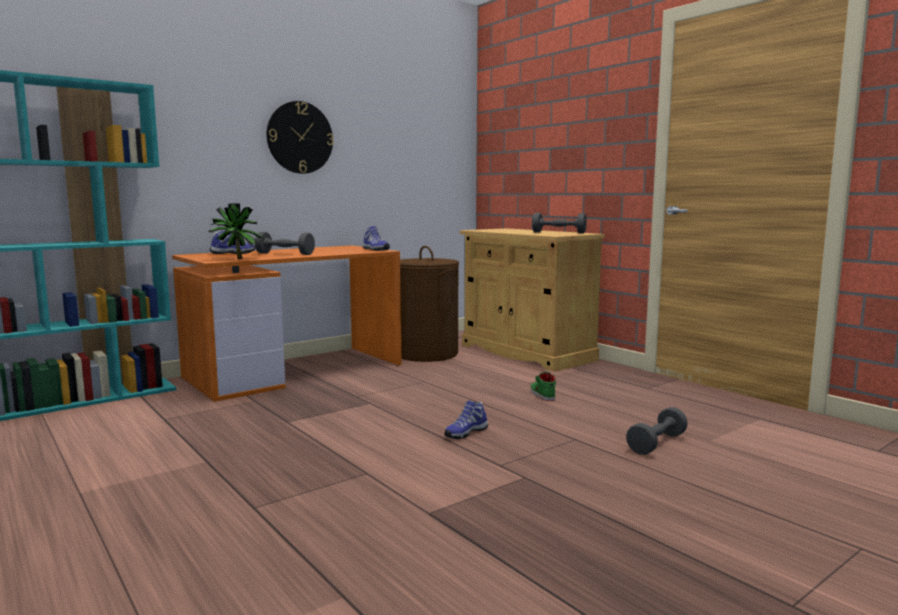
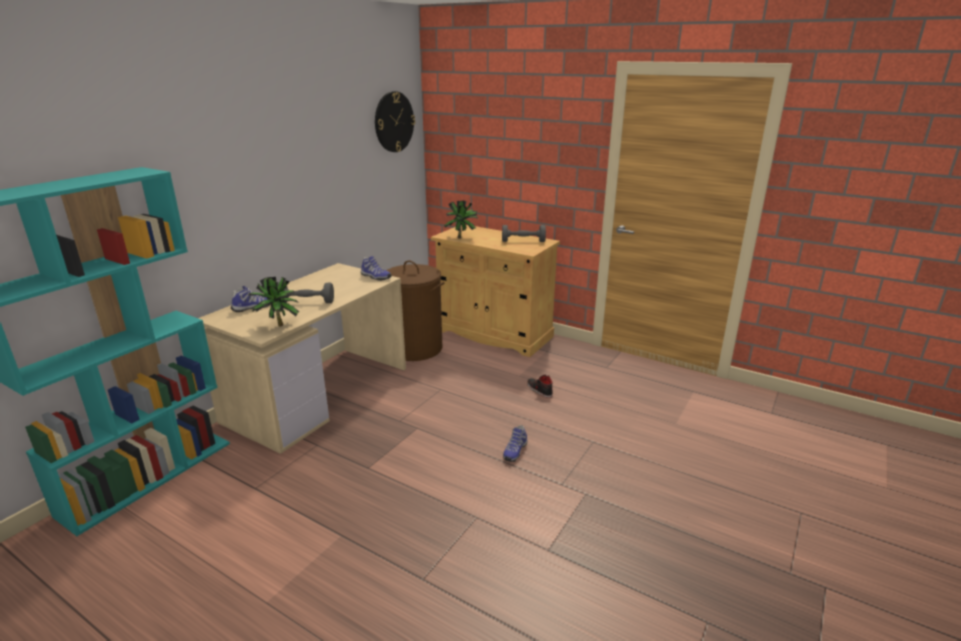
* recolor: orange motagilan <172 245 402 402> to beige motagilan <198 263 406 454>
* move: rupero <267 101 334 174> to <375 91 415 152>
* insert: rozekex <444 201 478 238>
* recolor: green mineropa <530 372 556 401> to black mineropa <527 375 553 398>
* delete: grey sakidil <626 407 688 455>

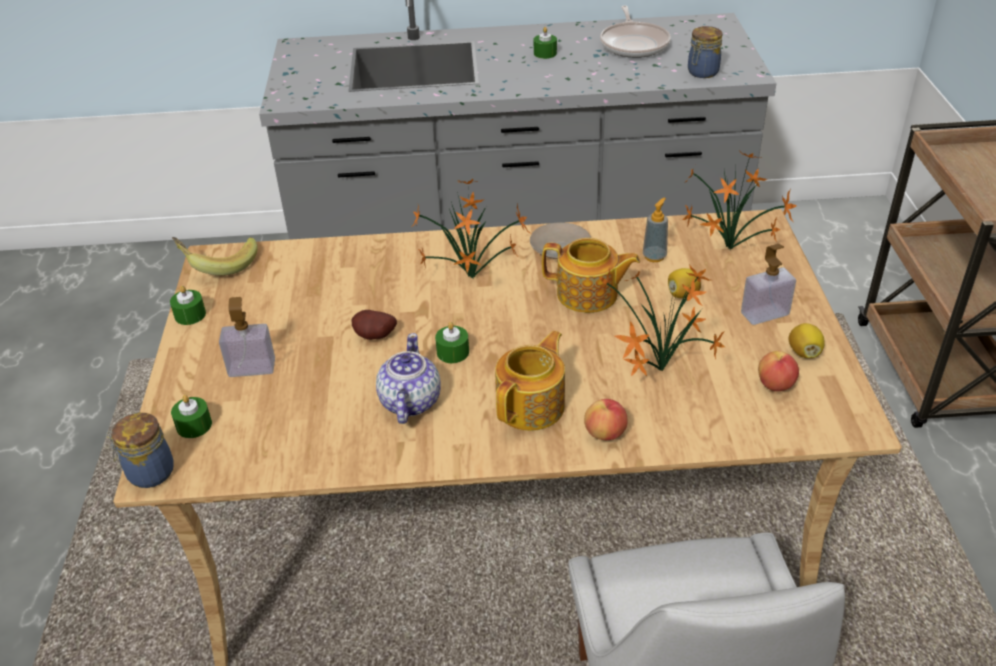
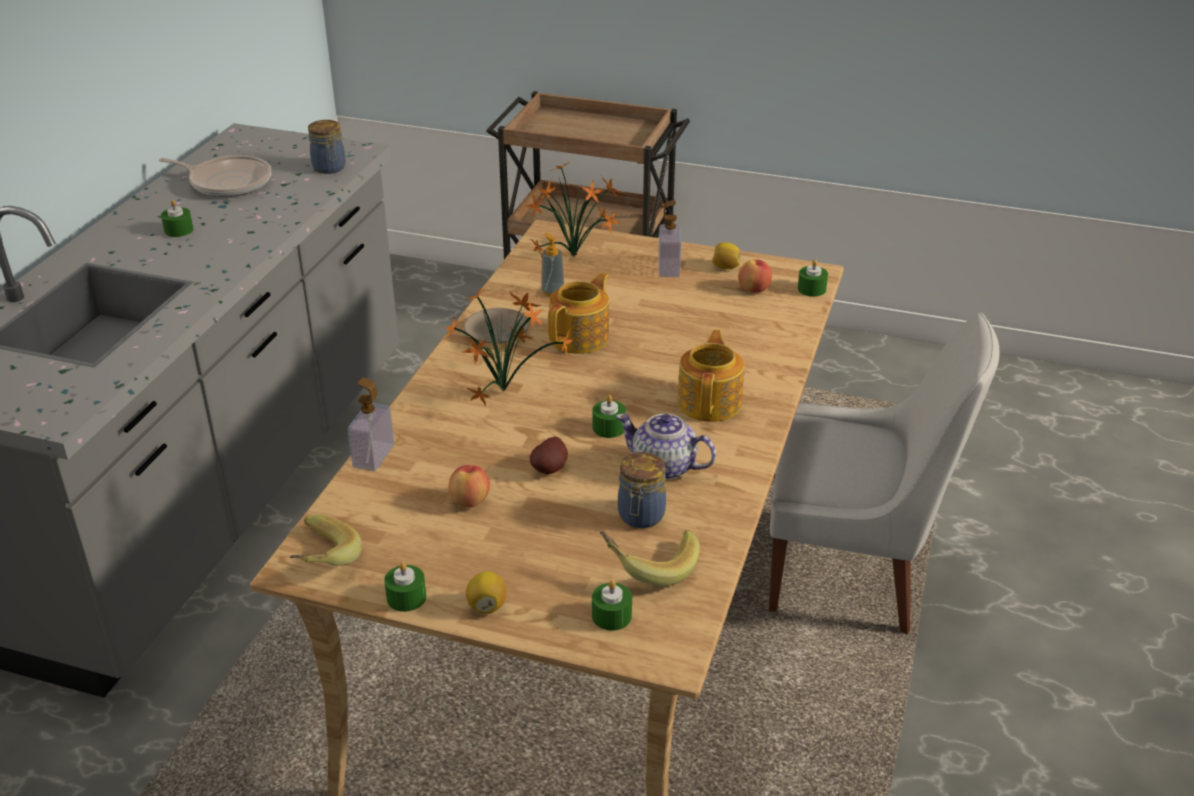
* move: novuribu <219 297 275 377> to <347 377 394 471>
* move: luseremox <584 399 627 440> to <448 465 490 508>
* move: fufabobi <668 268 701 298> to <466 571 506 614>
* insert: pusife <600 530 700 586>
* move: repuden <106 413 174 488> to <618 452 666 528>
* rotate: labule <495 331 565 431> = <677 330 744 422> 45 degrees clockwise
* insert: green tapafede <798 259 828 297>
* delete: rozekex <596 264 725 376>

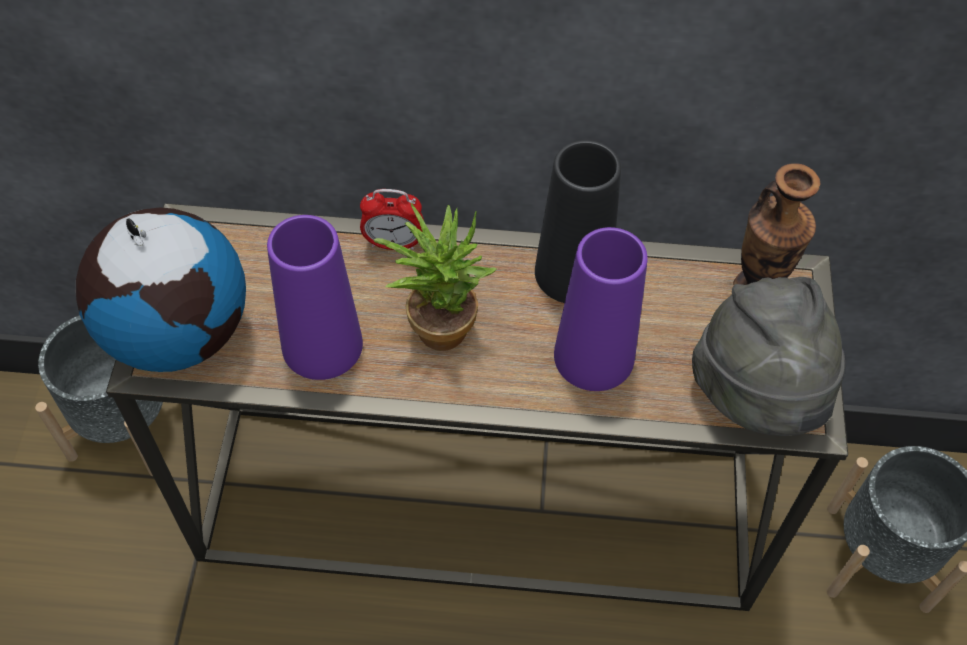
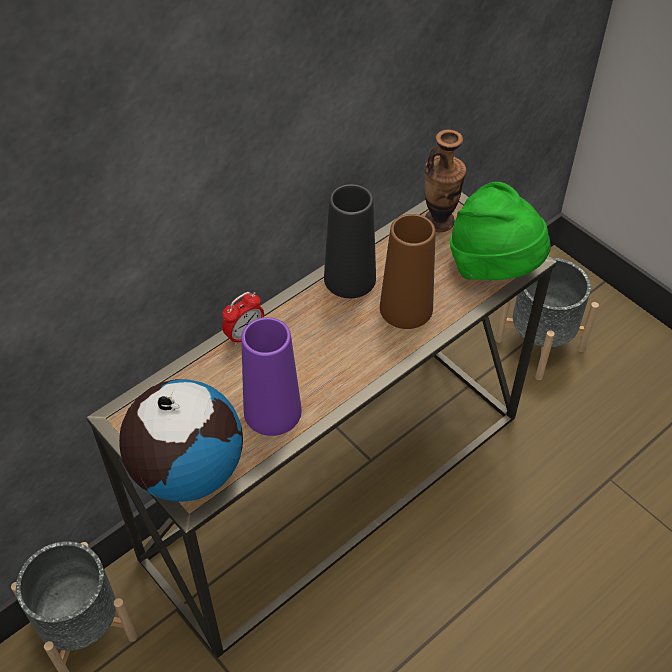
* recolor: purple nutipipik <554 227 648 391> to brown nutipipik <380 214 435 329>
* recolor: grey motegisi <692 277 845 436> to green motegisi <450 182 551 280>
* delete: rozekex <374 203 497 351>

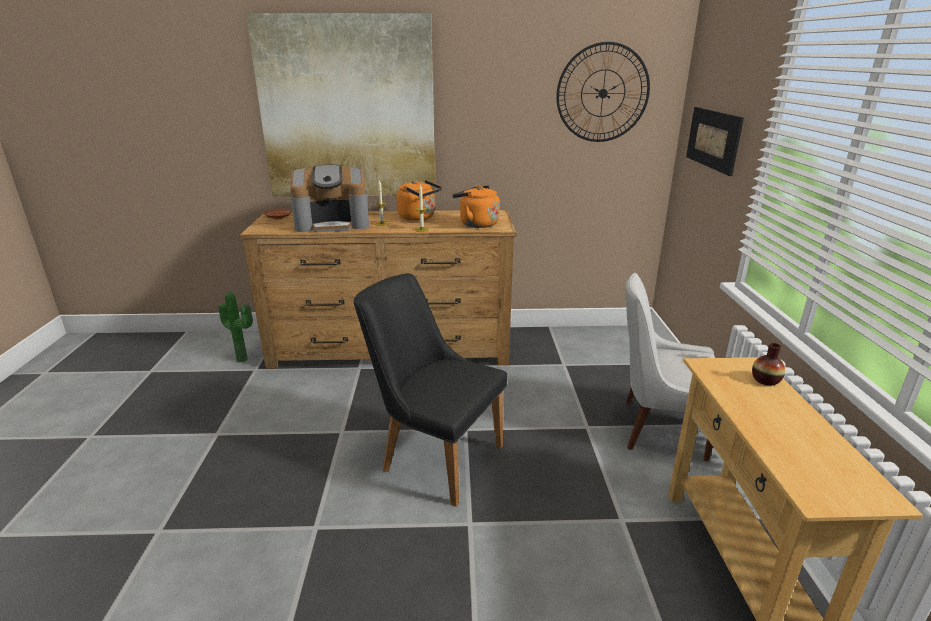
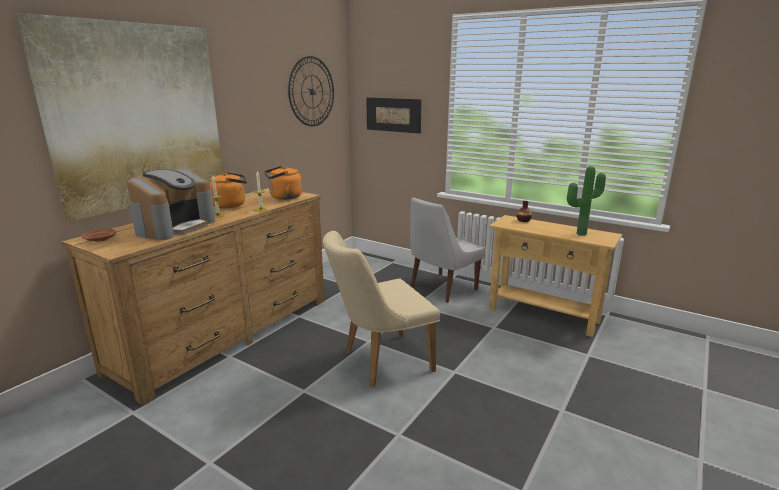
* recolor: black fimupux <354 273 507 507> to beige fimupux <323 231 440 387>
* move: rozekex <219 293 253 362> to <567 166 606 236>

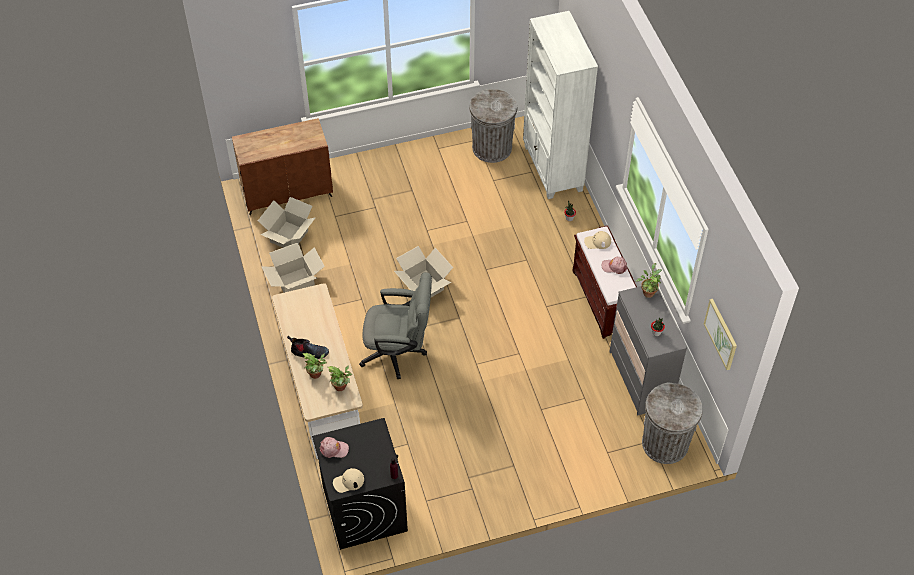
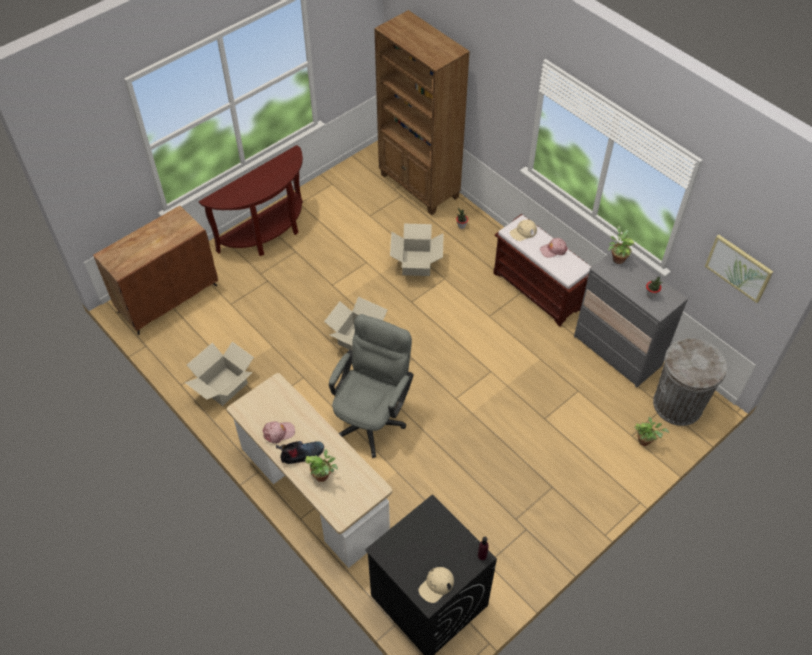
* insert: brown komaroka <199 145 303 256>
* move: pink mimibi <320 437 349 458> to <262 421 295 444>
* rotate: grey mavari <359 272 432 379> = <329 314 414 458> 45 degrees counterclockwise
* recolor: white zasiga <523 11 598 199> to brown zasiga <374 10 470 215>
* move: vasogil <258 197 316 248> to <390 223 444 276>
* move: rozekex <327 365 352 391> to <634 417 669 446>
* delete: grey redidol <469 89 518 163>

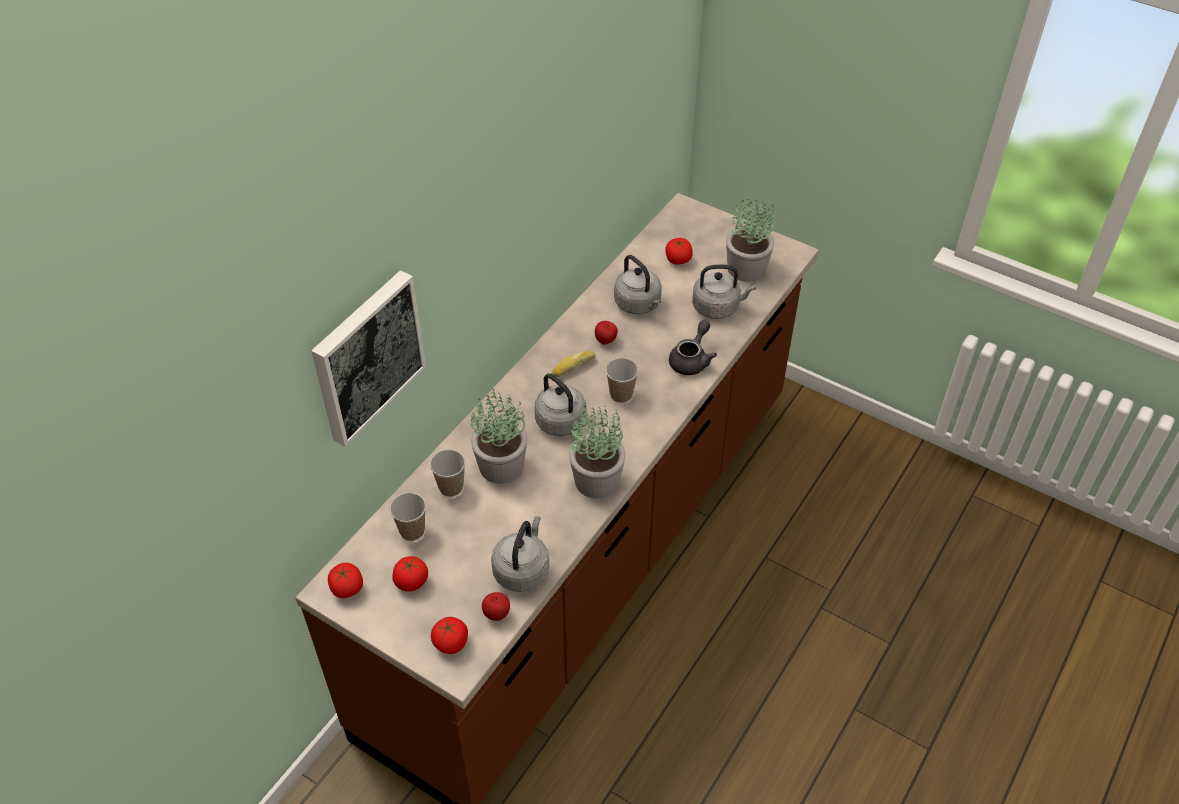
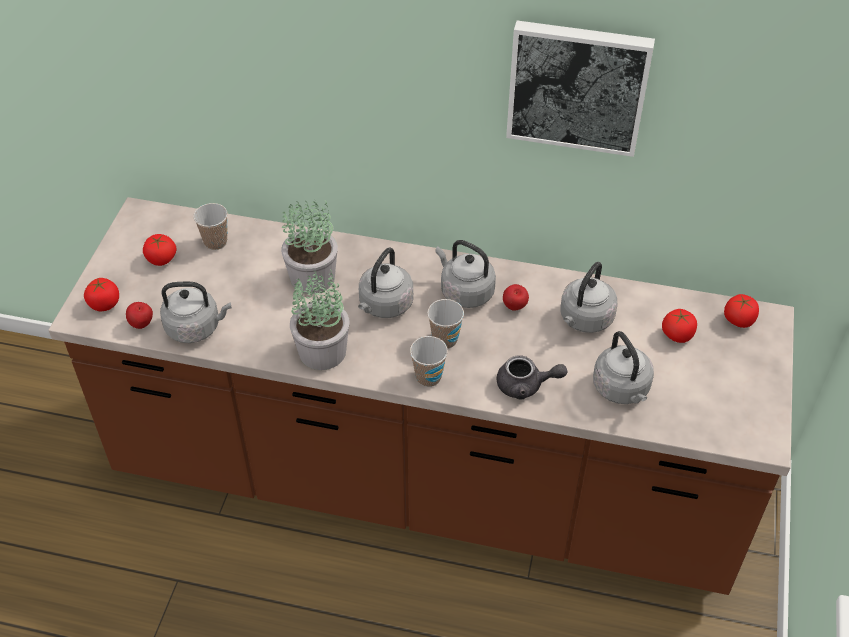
* move: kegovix <430 449 465 497> to <410 336 448 387>
* replace: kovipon <551 351 595 377> to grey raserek <435 240 496 308>
* move: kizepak <311 270 426 447> to <506 21 655 157>
* move: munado <328 563 363 598> to <724 294 759 328>
* delete: rozekex <726 198 774 282>

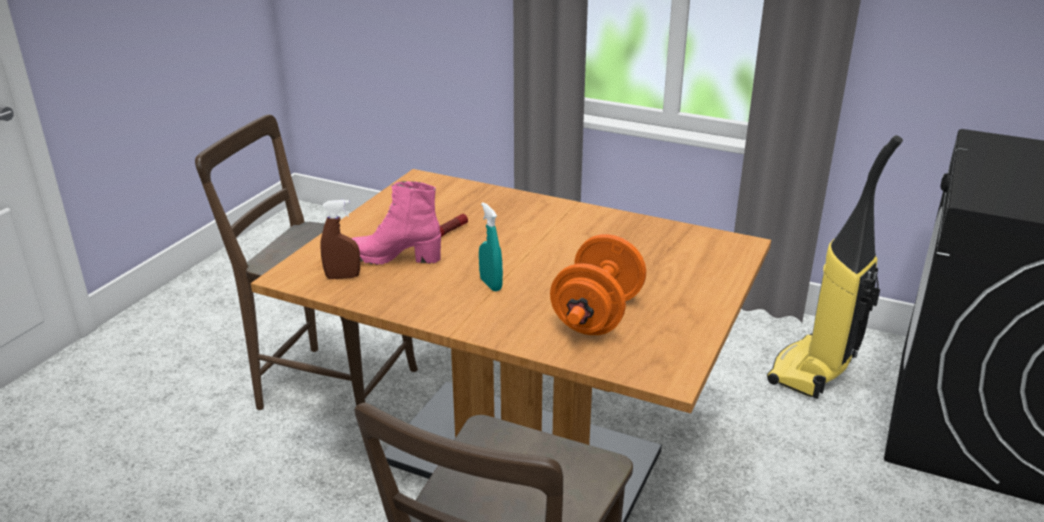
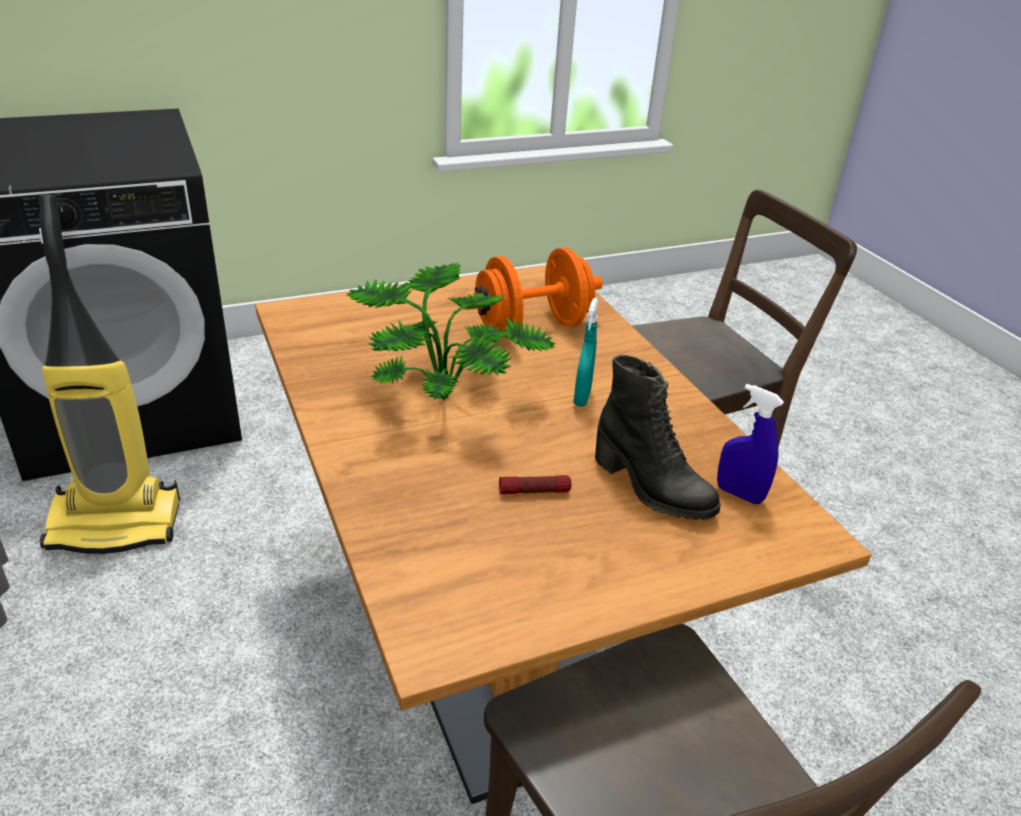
* insert: rozekex <346 262 556 400>
* recolor: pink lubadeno <351 181 441 265> to black lubadeno <595 355 721 520>
* recolor: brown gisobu <320 200 360 279> to blue gisobu <717 384 784 504>

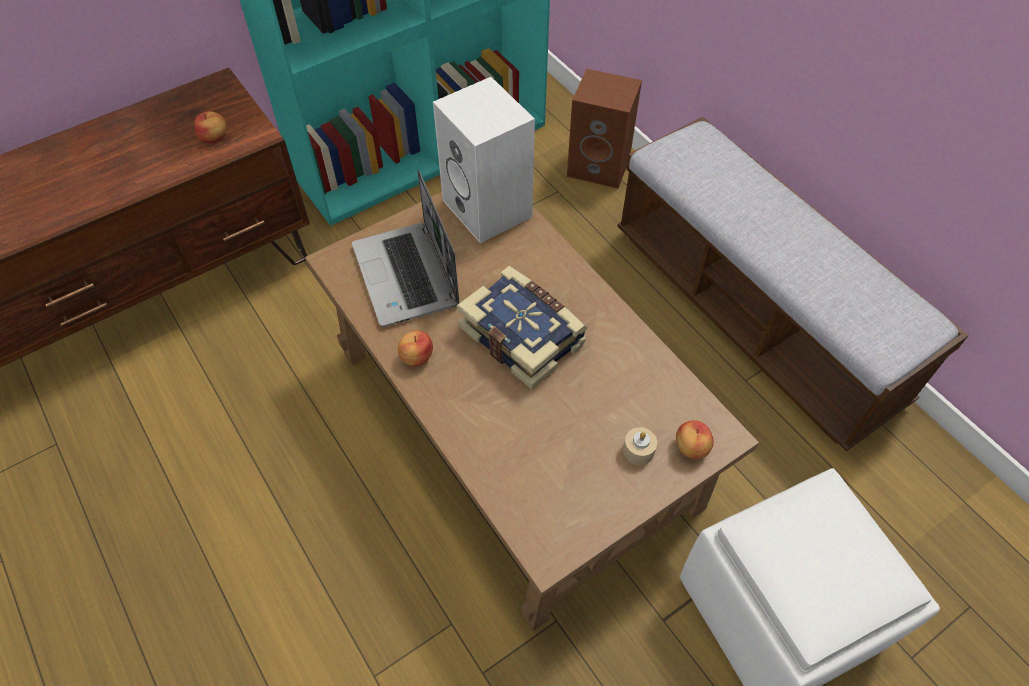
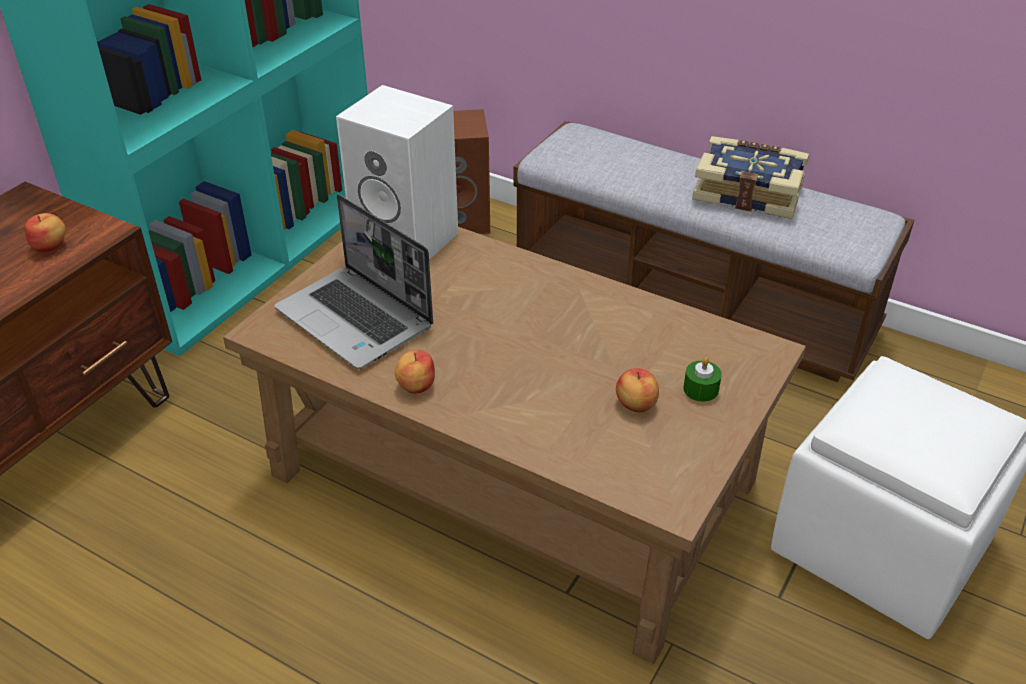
* move: luseremox <676 420 714 459> to <616 368 659 412>
* recolor: beige tapafede <623 427 657 465> to green tapafede <683 357 722 402>
* move: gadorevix <457 266 587 389> to <692 136 809 219>

